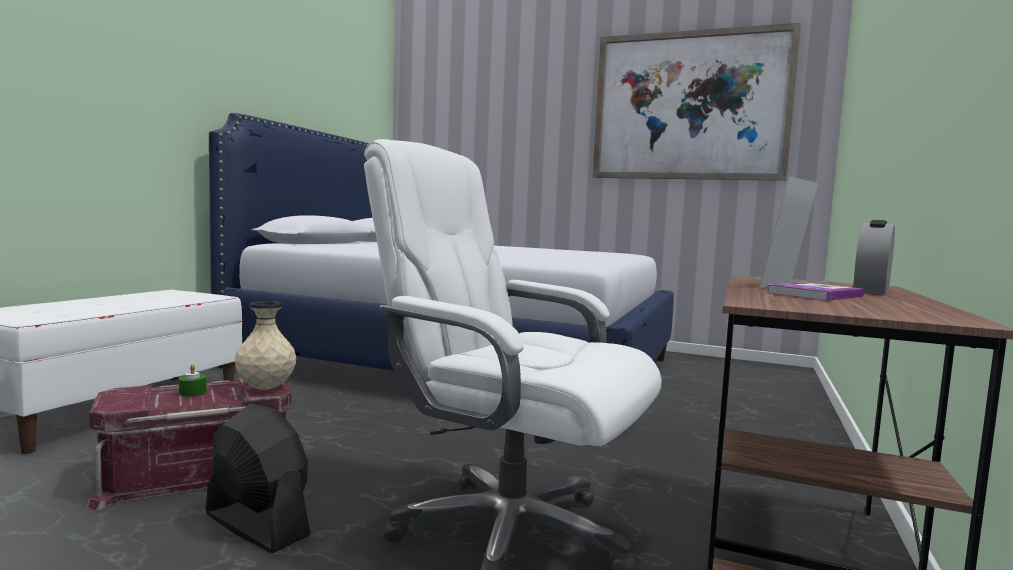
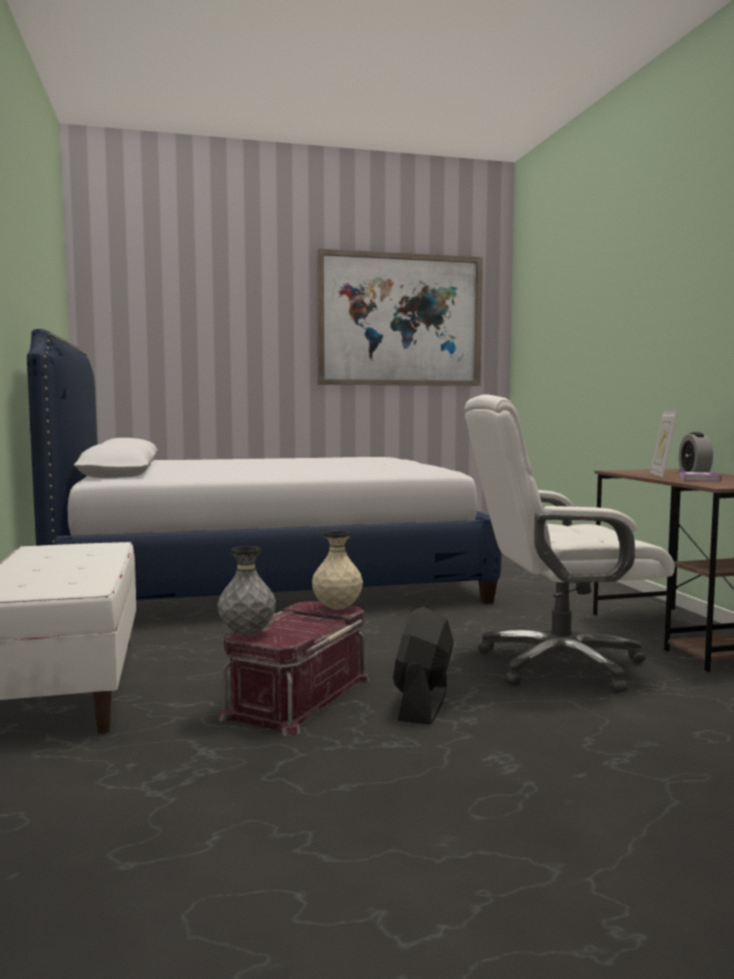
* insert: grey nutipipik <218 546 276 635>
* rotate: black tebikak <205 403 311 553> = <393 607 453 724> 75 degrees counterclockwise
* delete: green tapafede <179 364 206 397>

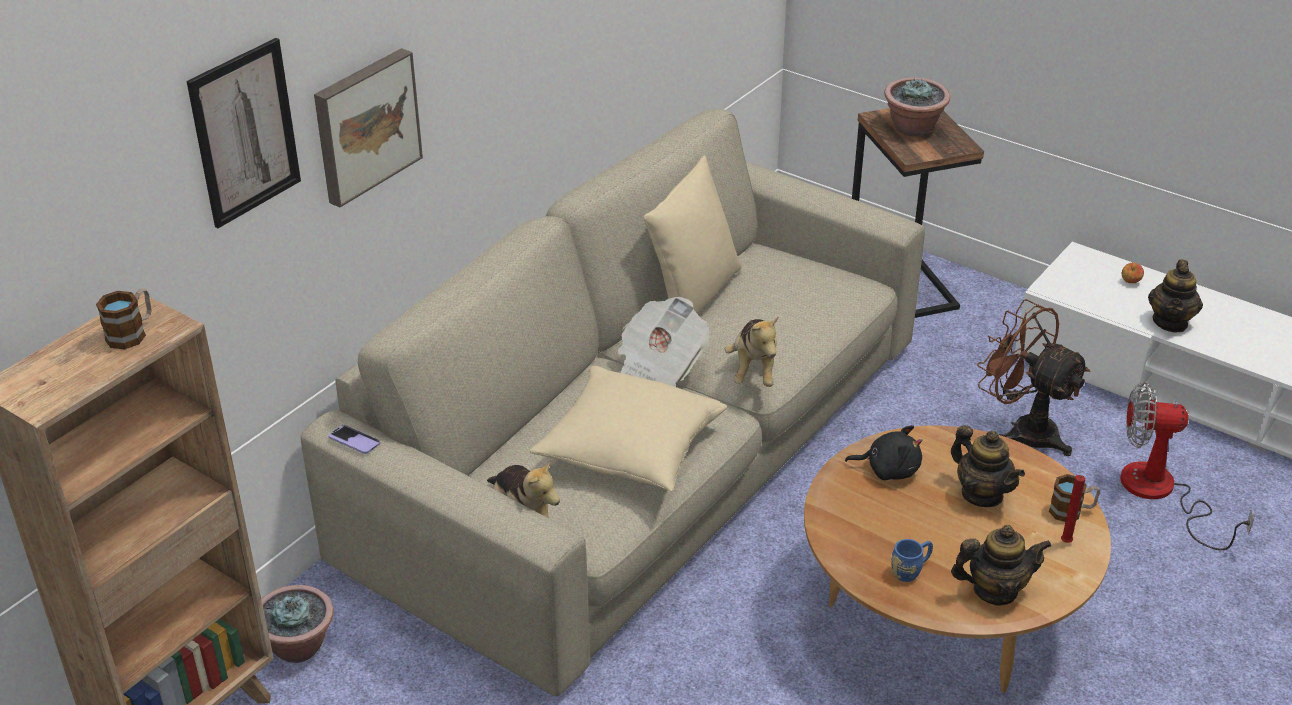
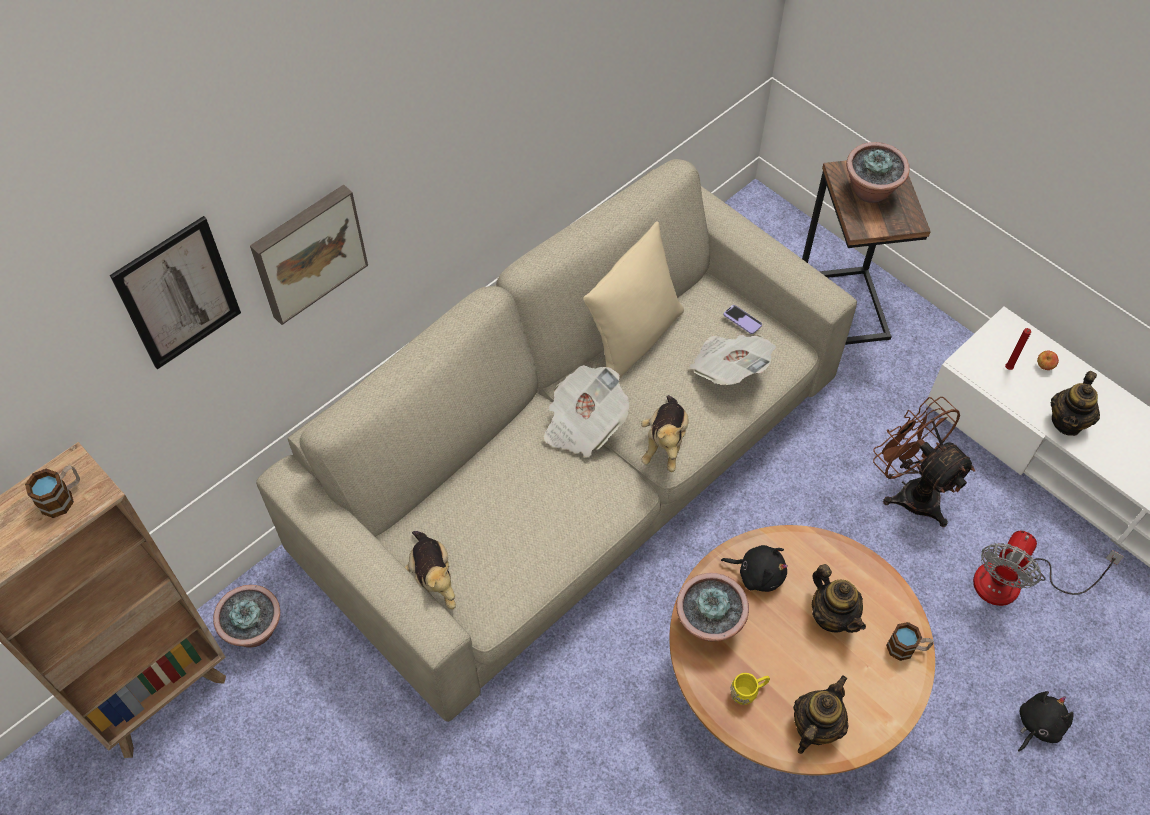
* insert: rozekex <676 573 749 641>
* insert: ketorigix <689 335 776 385>
* move: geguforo <329 425 380 454> to <723 305 762 334>
* recolor: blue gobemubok <891 539 933 582> to yellow gobemubok <731 673 770 705>
* rotate: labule <951 525 1052 606> = <793 675 848 754> 60 degrees counterclockwise
* rotate: tebikak <1121 382 1254 550> = <973 531 1124 606> 75 degrees counterclockwise
* move: red tapafede <1061 475 1085 543> to <1005 328 1031 370>
* insert: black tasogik <1018 691 1073 752>
* delete: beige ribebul <530 366 727 491>

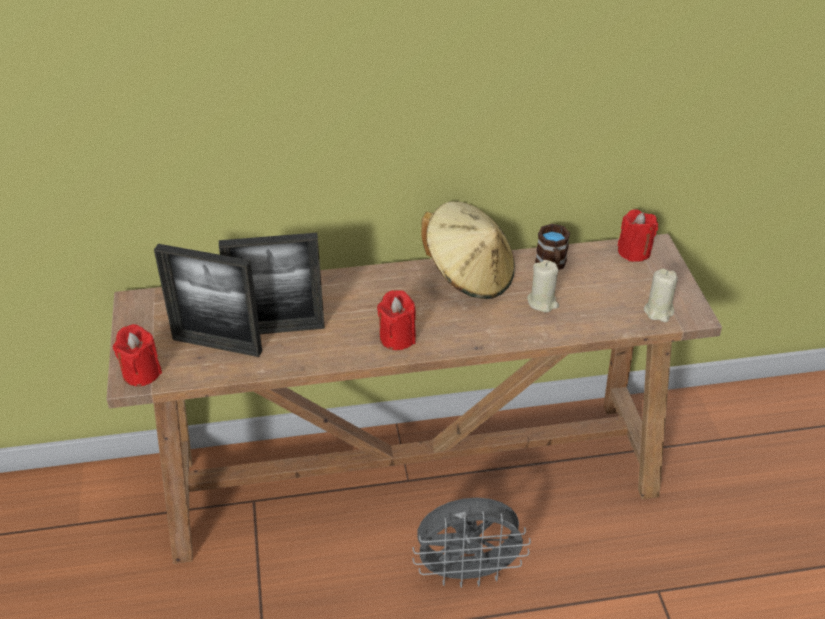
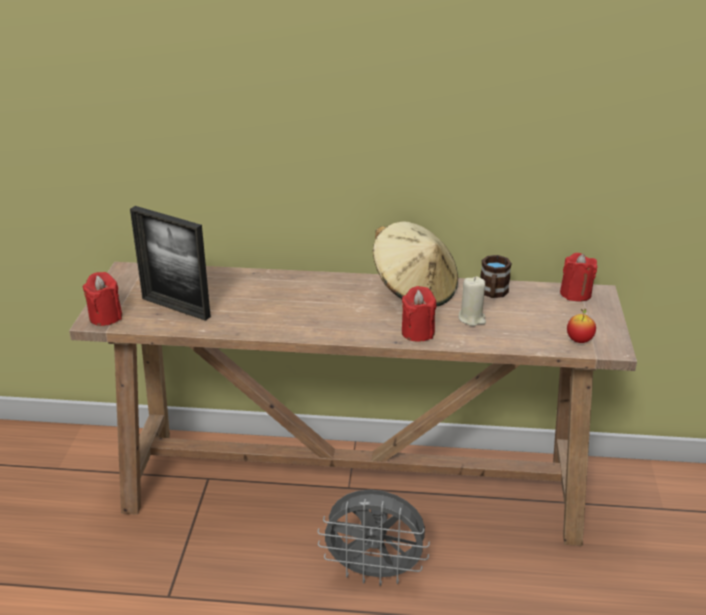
* move: red tapafede <377 290 416 350> to <402 286 436 342>
* replace: beige tapafede <644 268 678 322> to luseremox <567 309 596 343>
* delete: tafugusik <219 233 325 334>

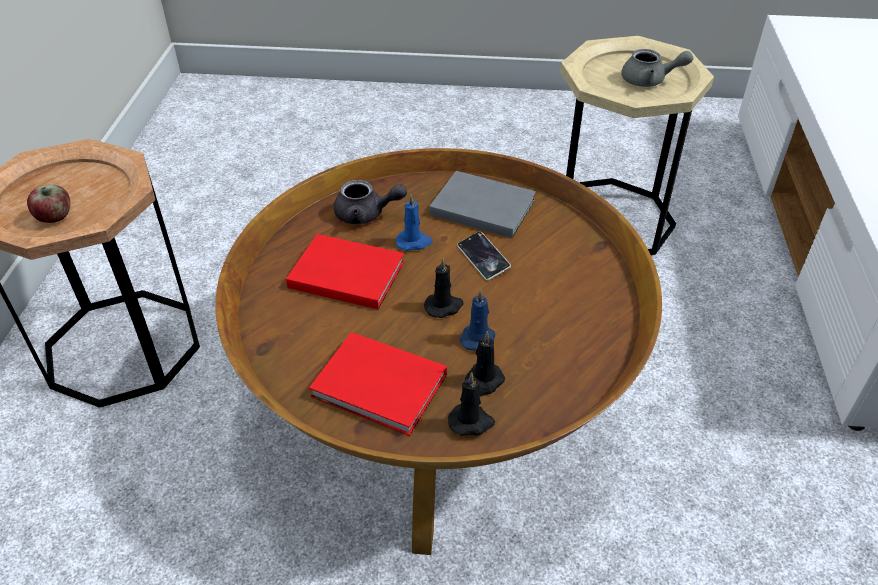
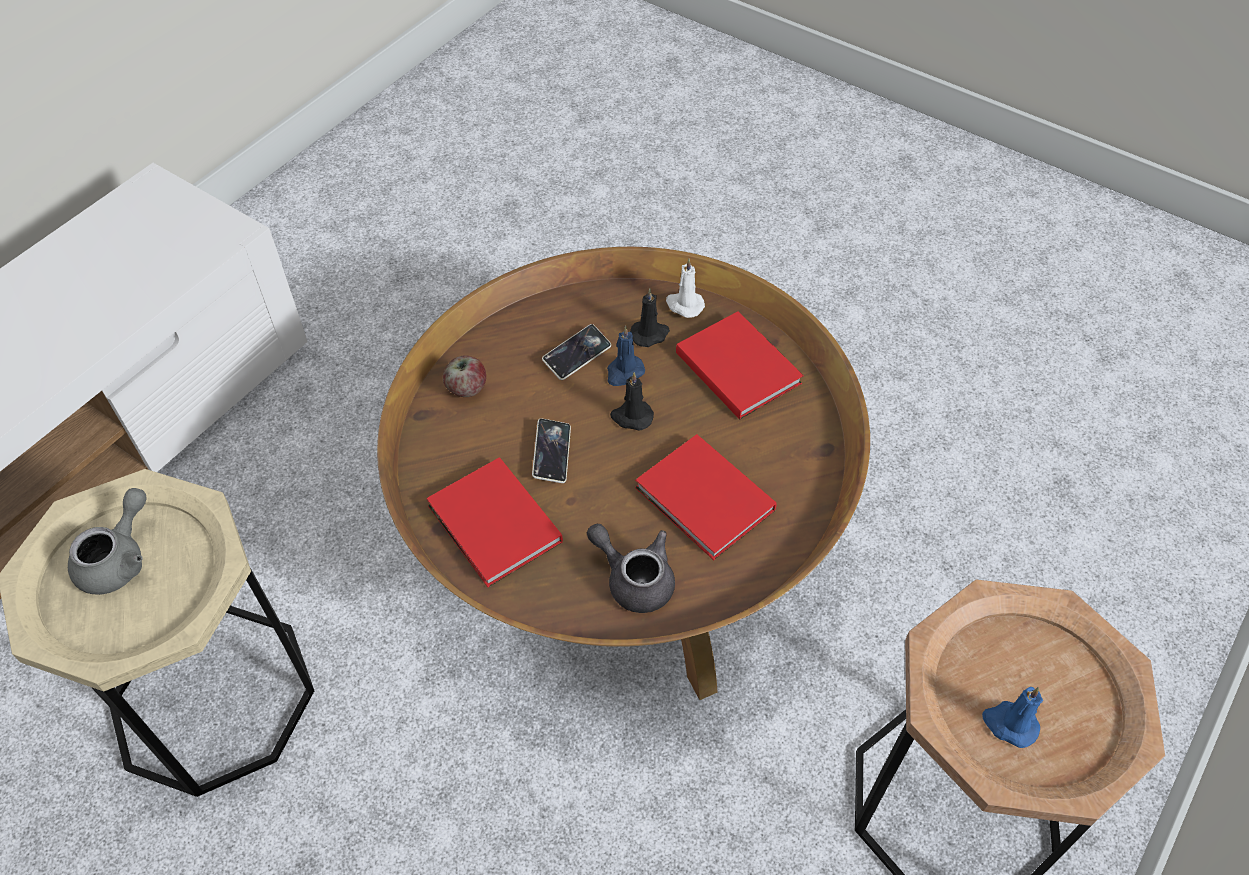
* rotate: grey labule <622 49 693 87> = <68 488 147 595> 75 degrees clockwise
* recolor: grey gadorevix <429 171 536 238> to red gadorevix <426 457 563 587>
* move: luseremox <27 185 70 223> to <443 355 486 397>
* insert: geguforo <542 324 611 380>
* recolor: black tapafede <448 372 495 436> to white tapafede <666 258 705 318>
* move: blue tapafede <395 194 433 251> to <982 687 1043 748>

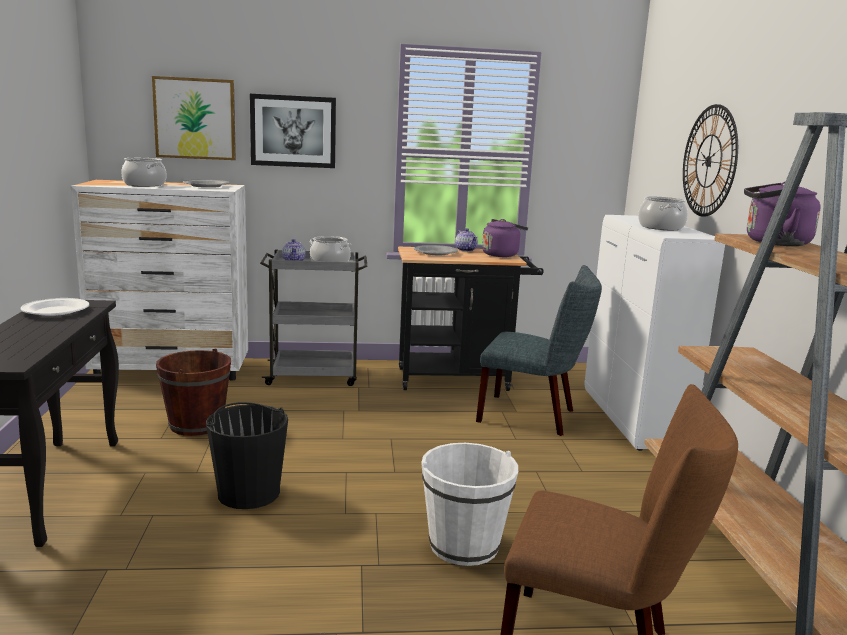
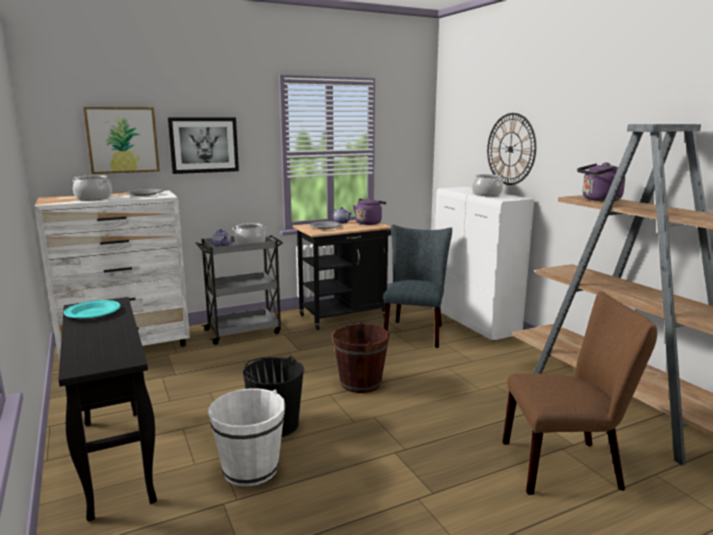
* recolor: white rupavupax <21 298 89 316> to turquoise rupavupax <64 300 121 318>
* move: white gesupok <421 443 518 566> to <208 388 285 486>
* move: brown gesupok <156 348 231 436> to <333 321 389 393>
* rotate: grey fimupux <476 265 602 436> = <384 225 452 348> 75 degrees counterclockwise

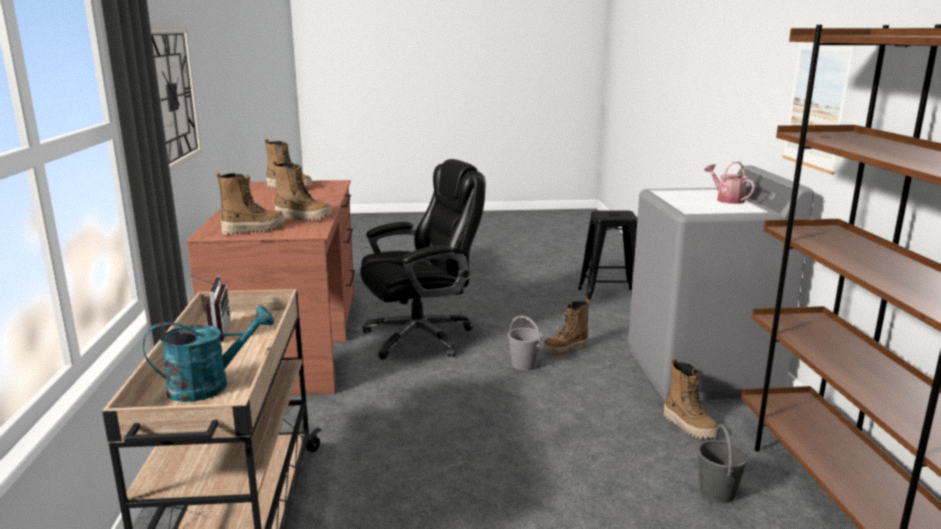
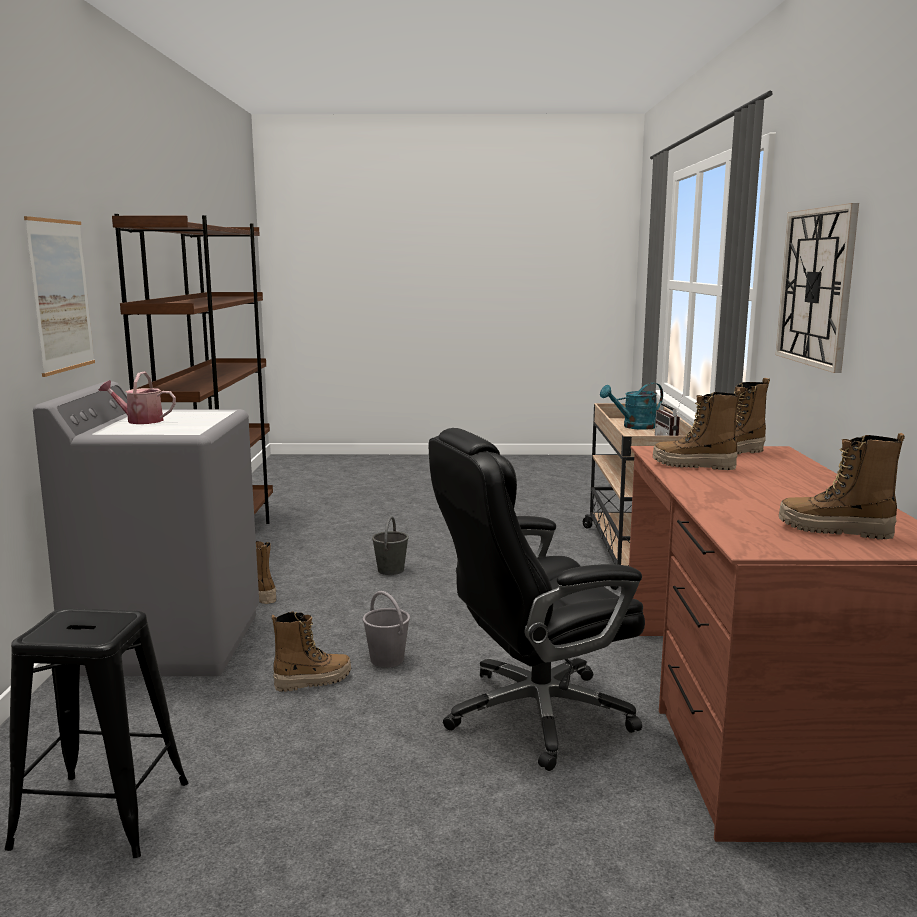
* rotate: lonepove <704 161 755 204> = <99 372 176 424> 120 degrees clockwise
* move: grey gesupok <697 424 748 503> to <372 516 409 575>

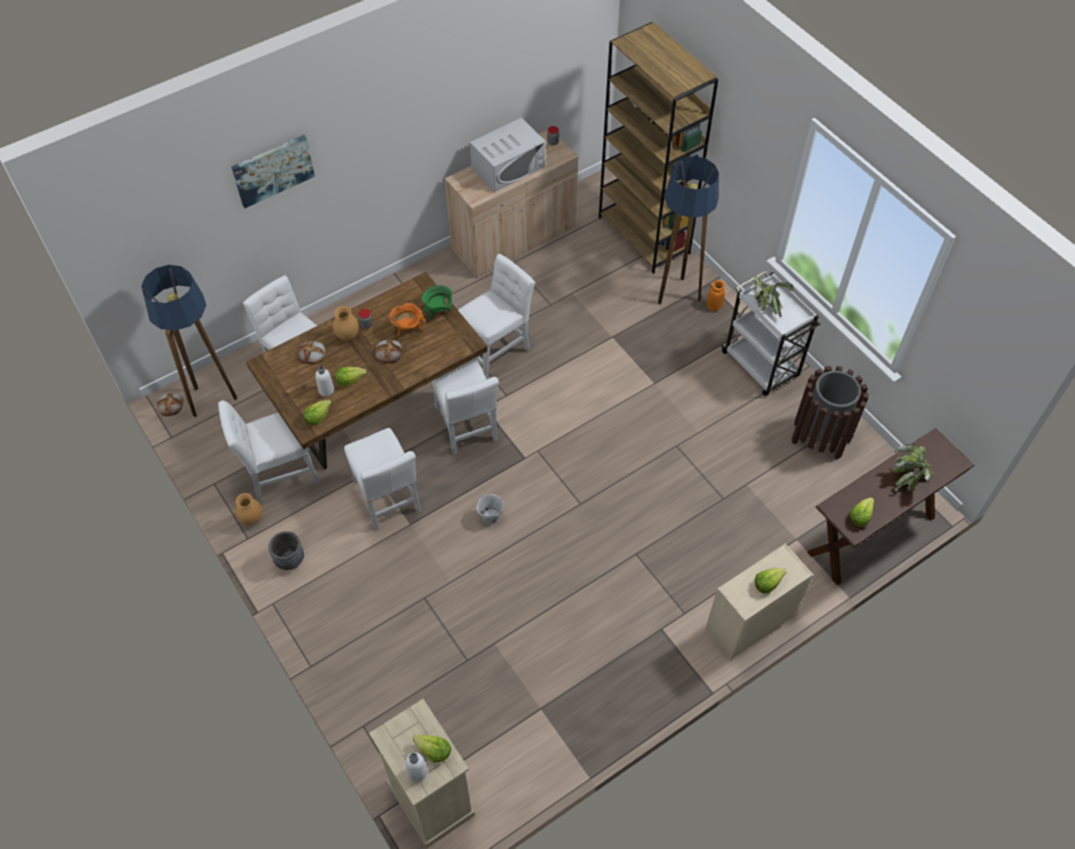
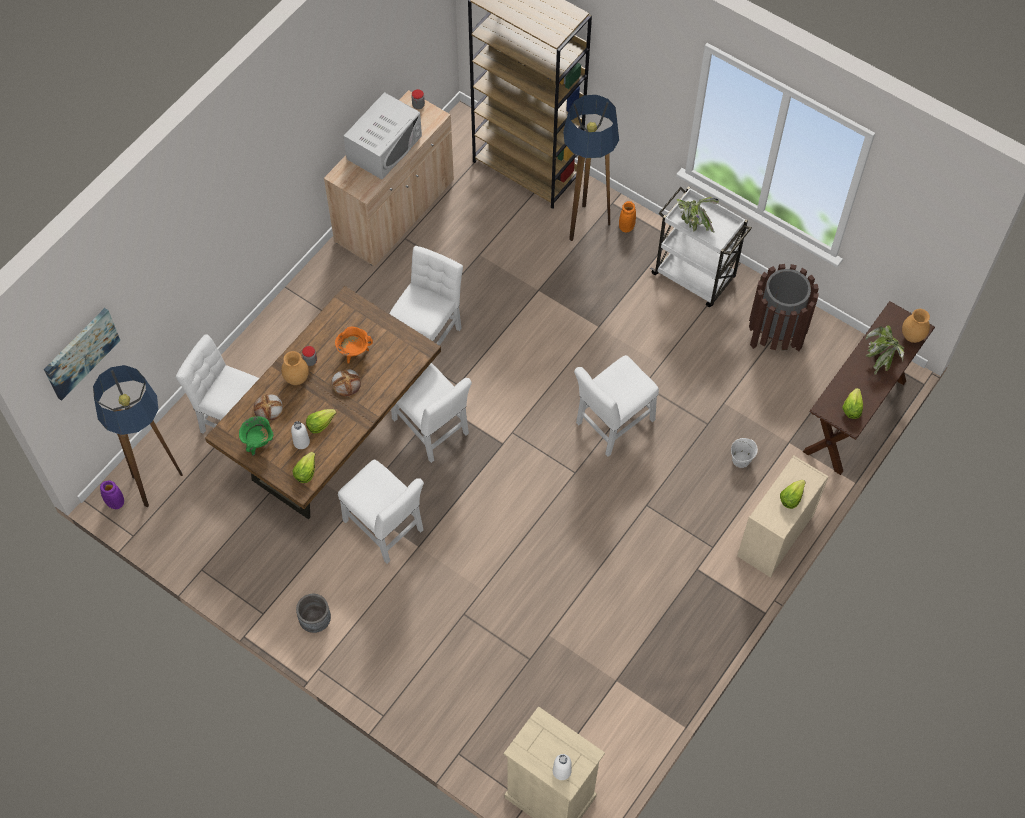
* move: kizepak <231 135 315 208> to <44 308 120 401>
* replace: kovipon <157 393 183 416> to purple nutipipik <100 481 124 509>
* move: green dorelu <422 285 452 320> to <239 416 274 456>
* move: white fimupux <218 401 320 502> to <574 355 659 457>
* move: white gesupok <477 494 504 524> to <731 438 758 468>
* move: brown nutipipik <235 493 262 525> to <902 309 930 343>
* delete: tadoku <413 735 451 763>

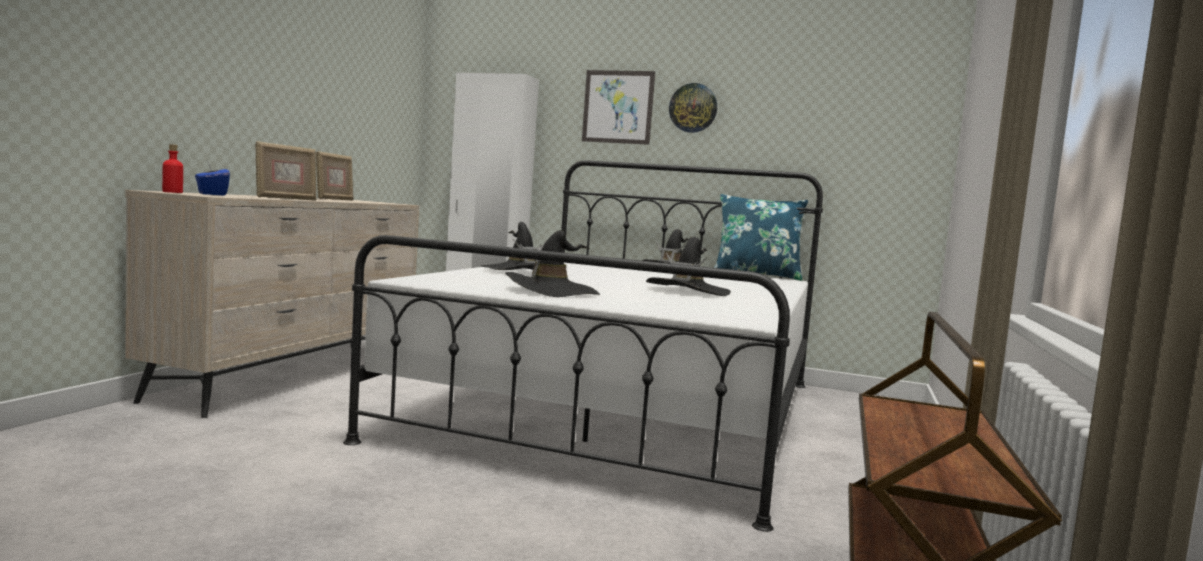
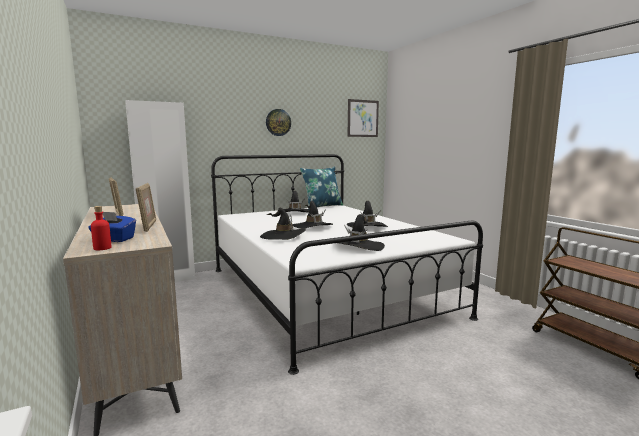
* insert: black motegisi <293 201 333 229>
* move: kizepak <582 70 655 145> to <348 99 379 137>

